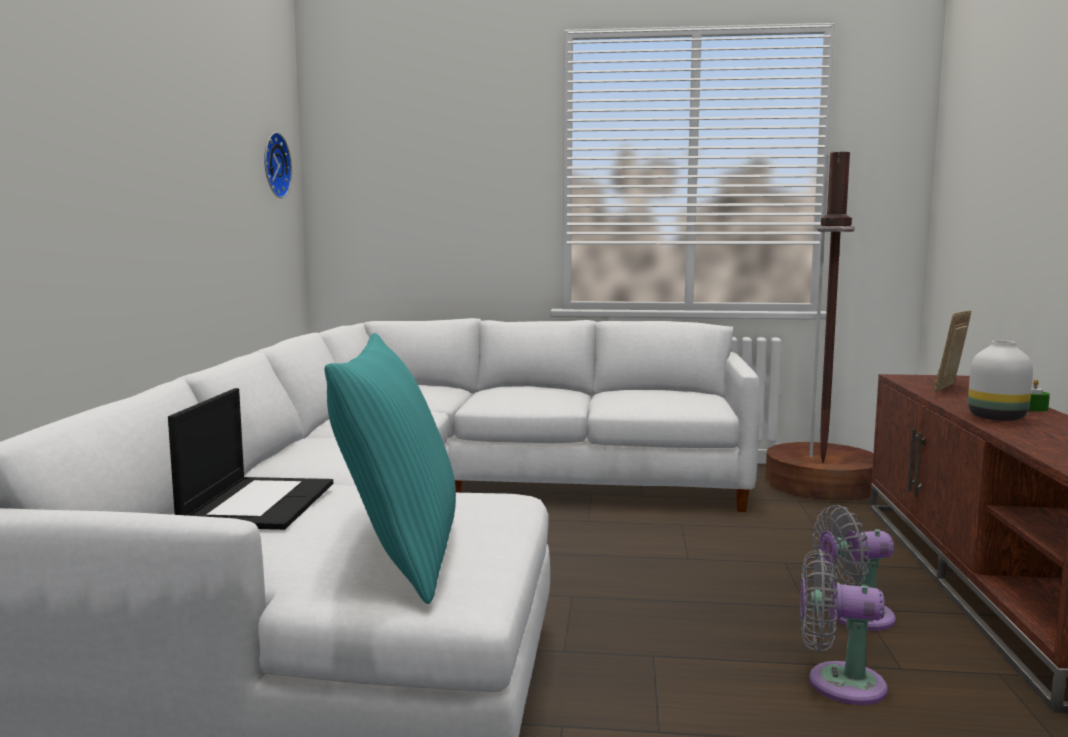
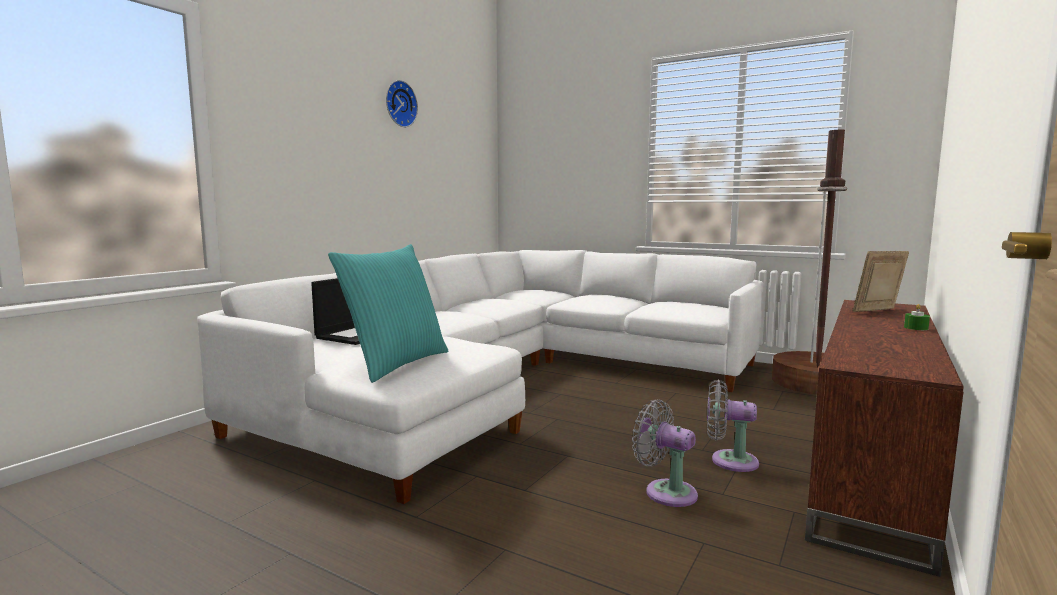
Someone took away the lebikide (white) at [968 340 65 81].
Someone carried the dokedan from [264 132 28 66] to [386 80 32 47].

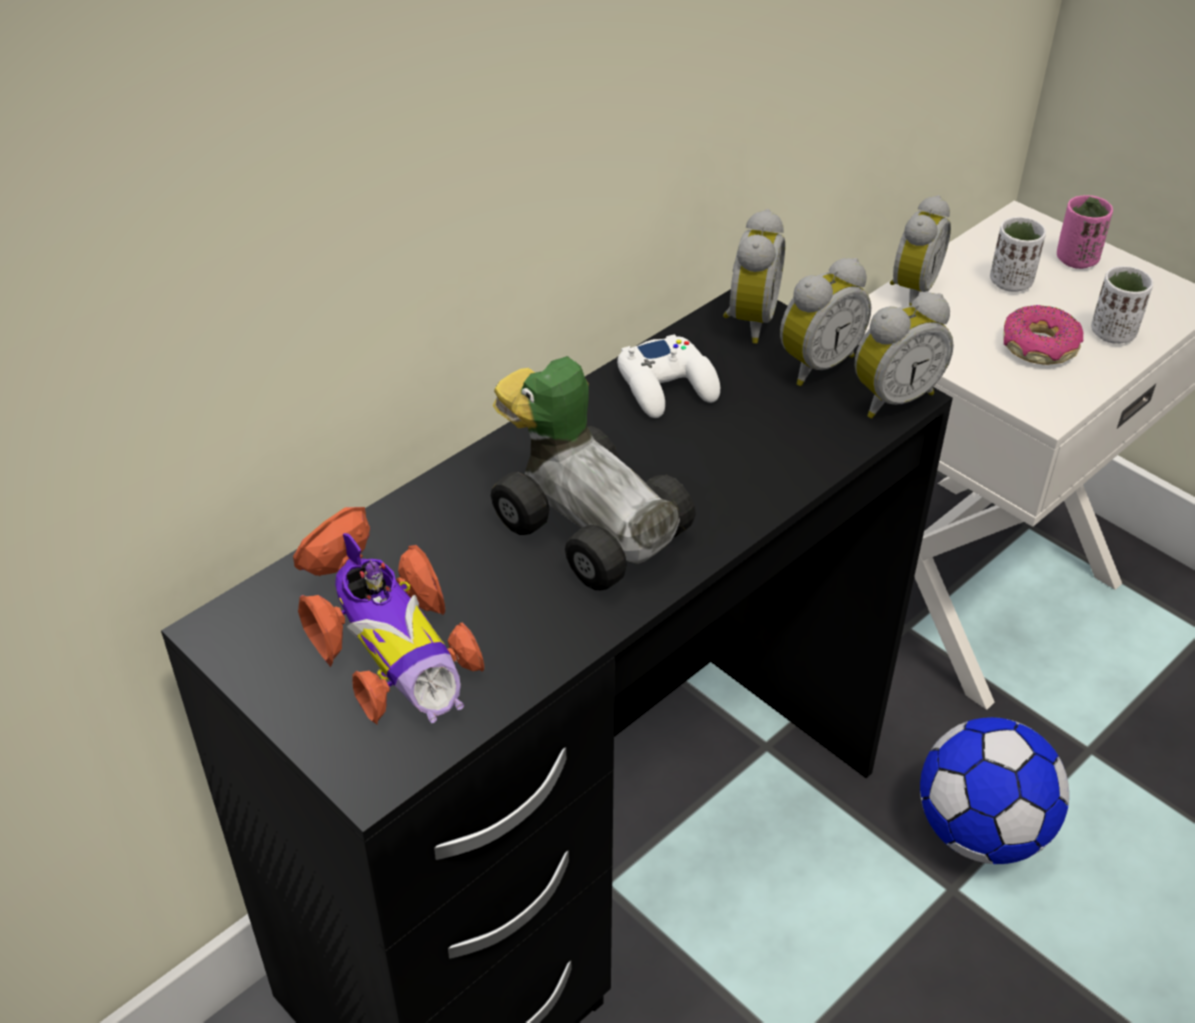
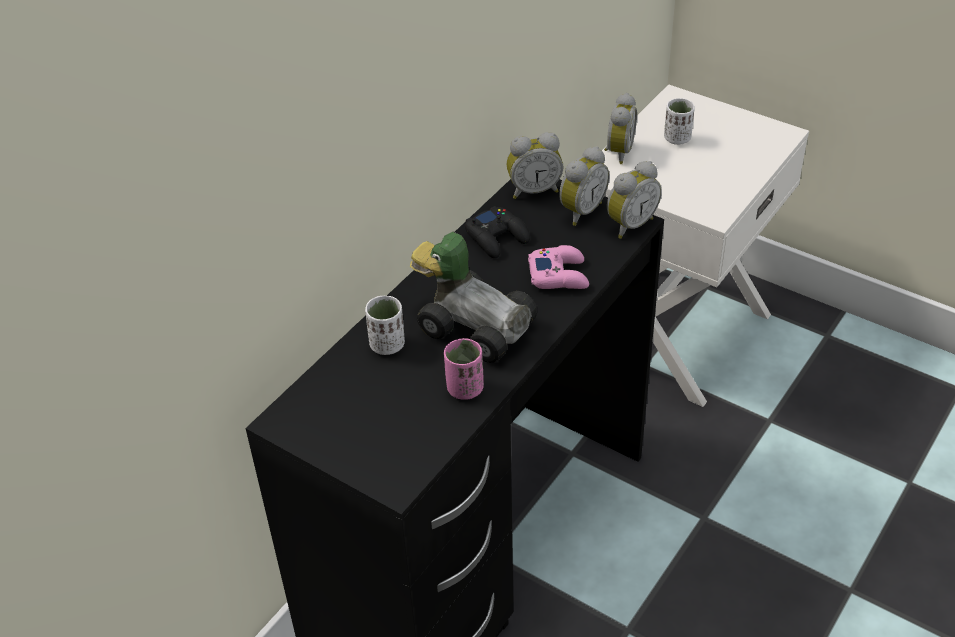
Someone took away the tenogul at [293 507 191 217].
Someone took away the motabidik at [920 717 149 147].
Someone took away the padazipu at [1004 305 79 60].
Someone put down the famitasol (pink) at [528 245 61 44].
Someone carried the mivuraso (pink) from [1057 195 56 74] to [444 338 40 62].
Someone carried the mivuraso (white) from [1091 266 62 78] to [365 296 40 59].
Someone repainted the famitasol (white) at [617 334 103 84], which became the famitasol (black) at [465 206 65 52].
Someone rotated the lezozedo at [723 209 62 134] by 75 degrees clockwise.

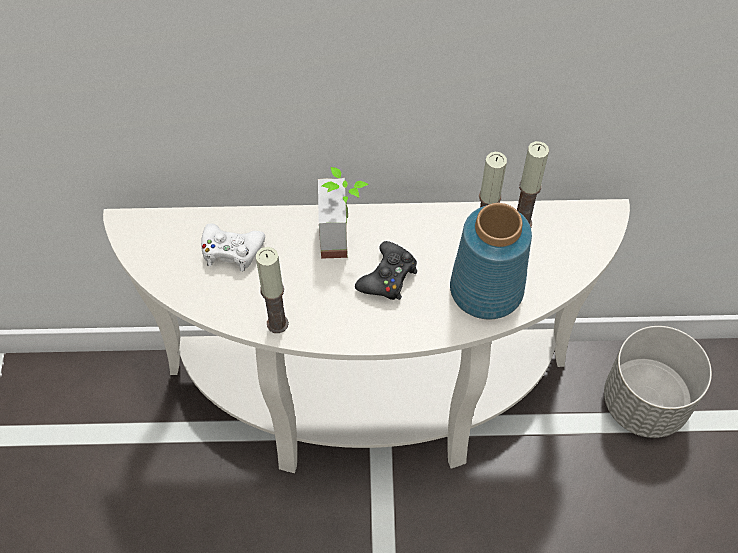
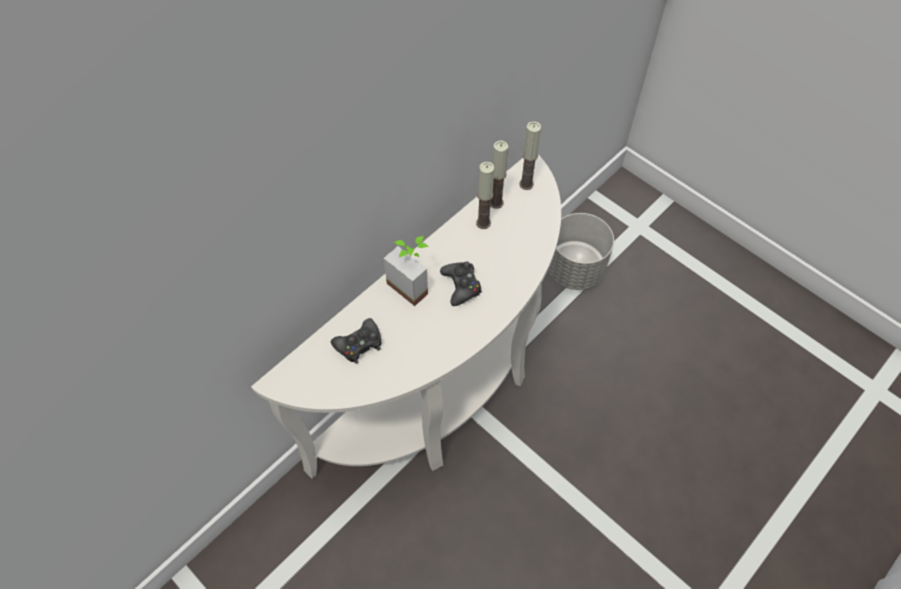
Someone took away the lebikide (blue) at [450 203 82 116].
Someone carried the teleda from [256 247 33 86] to [520 121 21 69].
Someone repainted the famitasol (white) at [201 224 64 47], which became the famitasol (black) at [331 318 50 46].

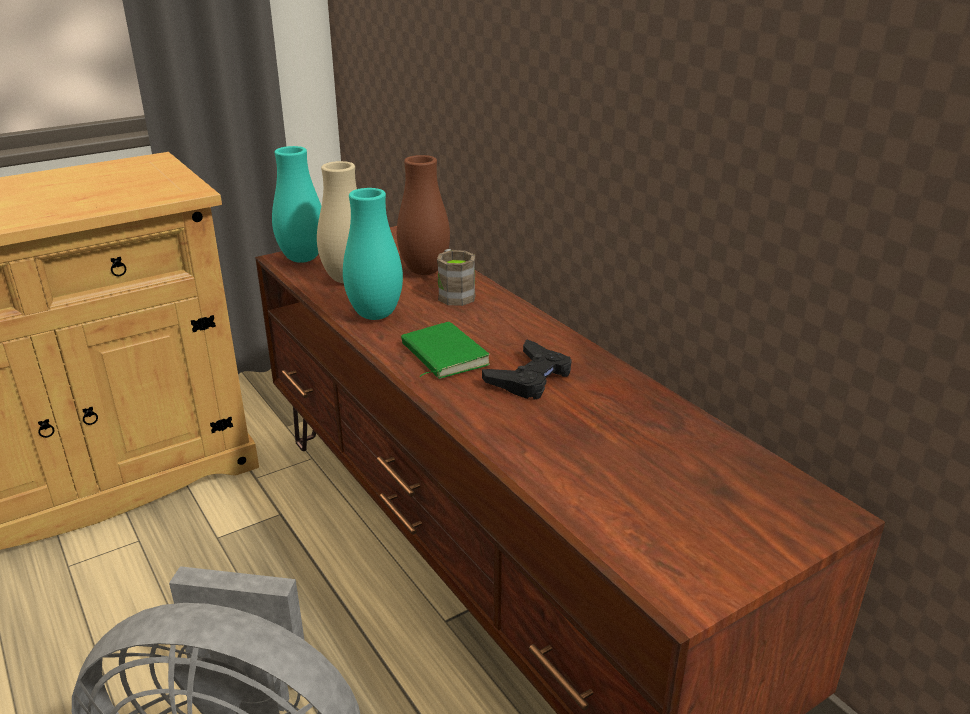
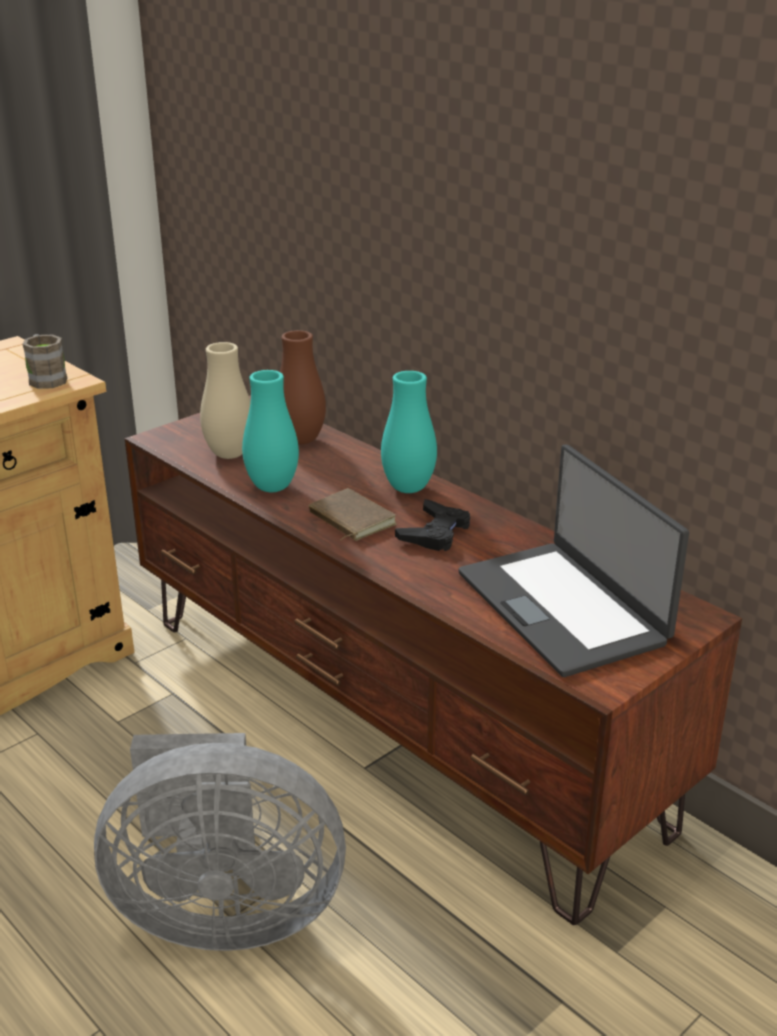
Someone put down the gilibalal at [458 445 231 232].
Someone carried the lebikide (turquoise) from [272 146 49 117] to [381 371 56 122].
Someone carried the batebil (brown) from [437 249 39 57] to [22 334 45 55].
Someone repainted the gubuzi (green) at [401 322 89 57], which became the gubuzi (brown) at [309 488 87 53].

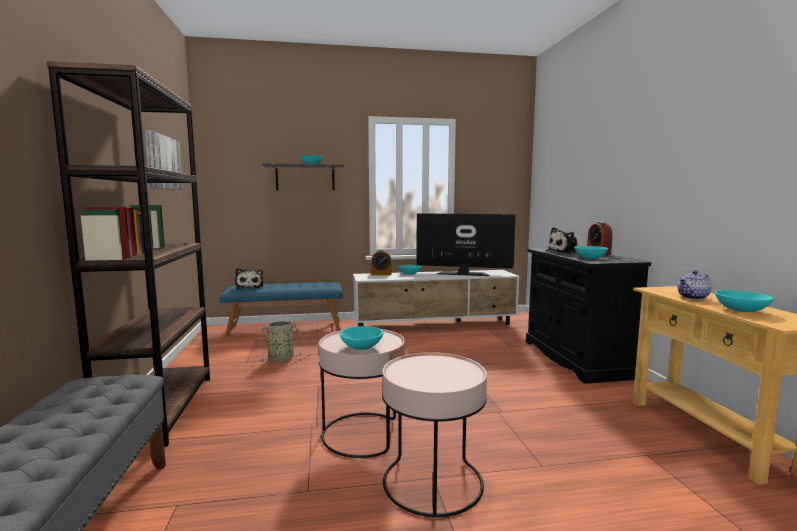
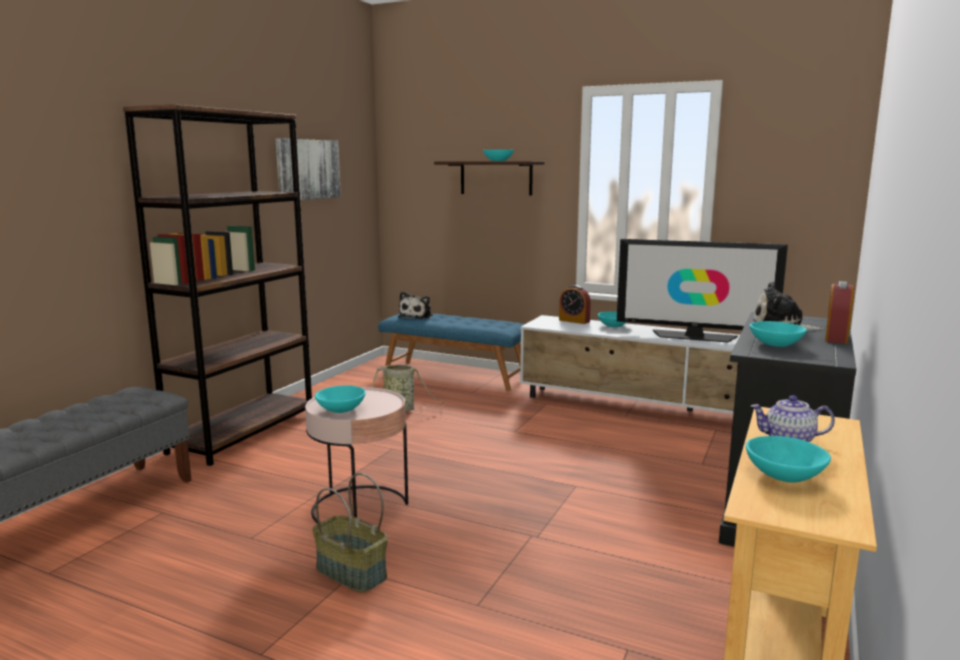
Someone swapped the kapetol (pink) at [382 352 105 166] for the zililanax at [312 473 76 119].
Someone rotated the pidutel at [416 213 100 63] by 150 degrees clockwise.

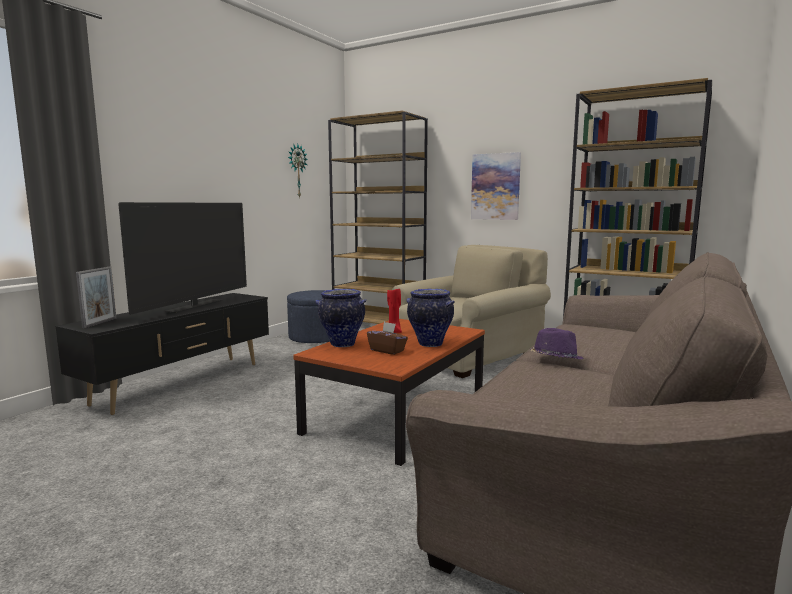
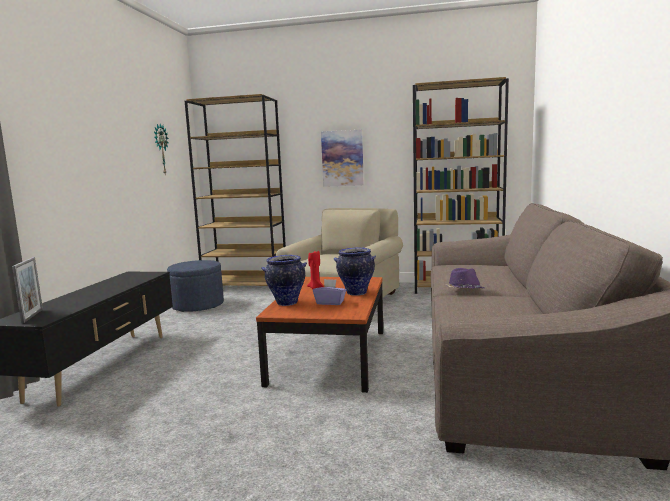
Someone took away the pidutel at [118 202 129 112].
Someone repainted the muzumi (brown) at [367 322 41 33], which became the muzumi (purple) at [313 279 33 26].

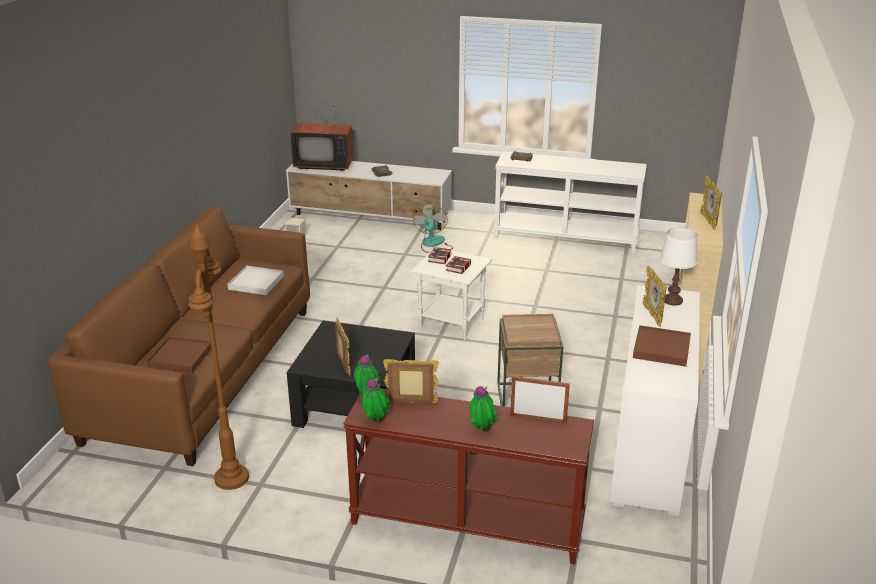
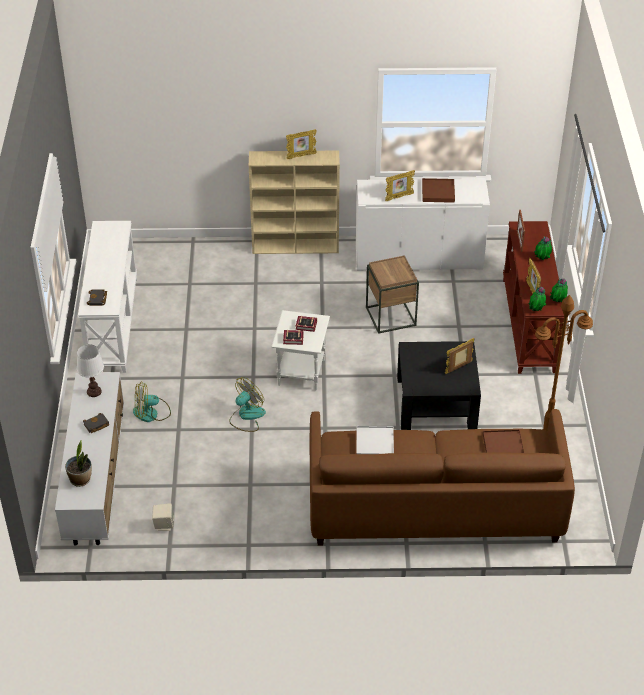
Someone put down the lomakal at [229 377 37 55].
Someone carried the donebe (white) from [660 227 37 79] to [77 344 27 53].
Someone swapped the pidutel at [290 103 64 68] for the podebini at [65 440 27 47].

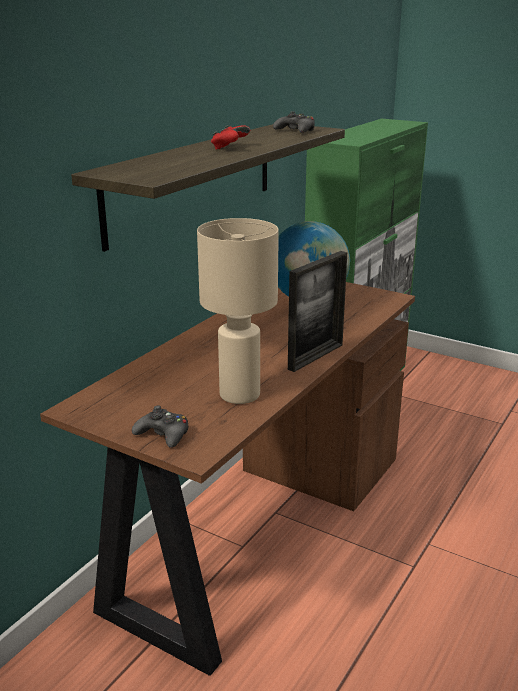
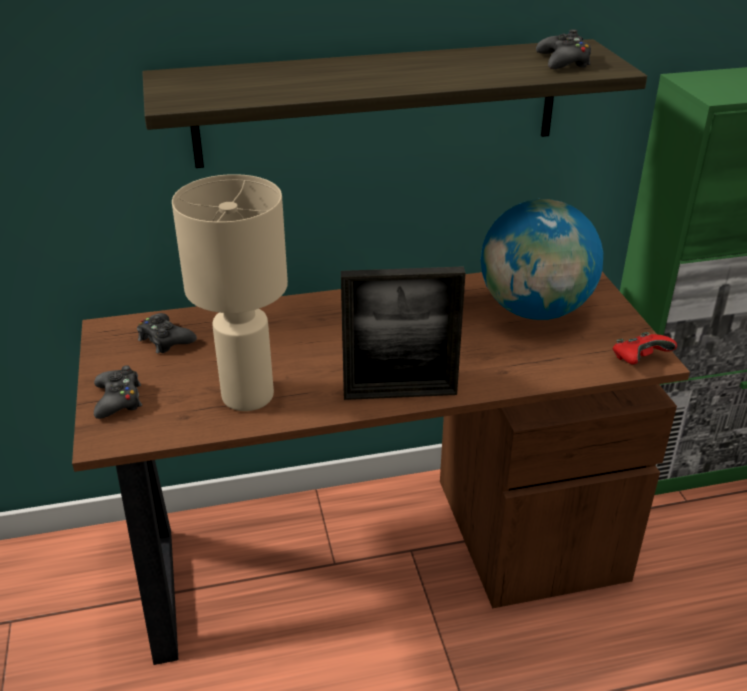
Someone put down the famitasol (black) at [137 313 60 41].
Someone carried the famitasol (red) from [211 125 39 25] to [612 332 65 32].

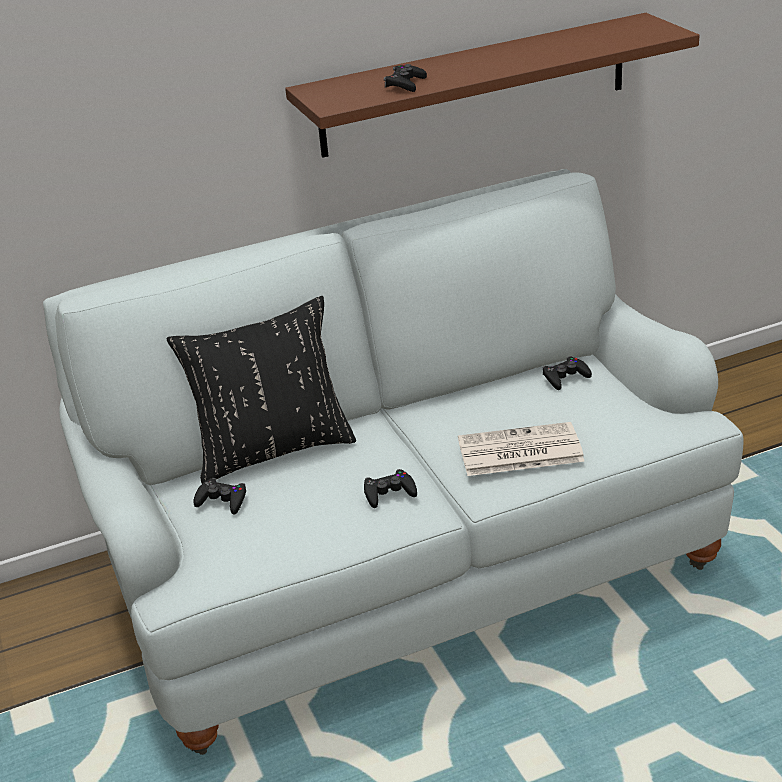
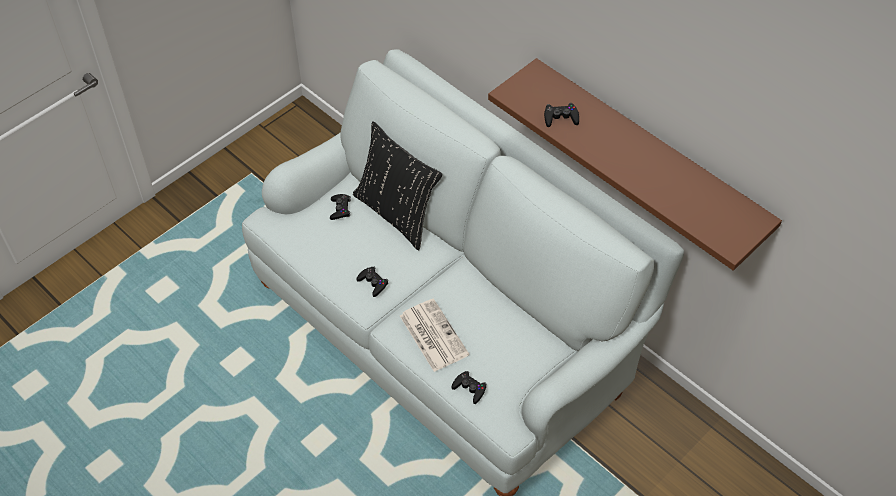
Someone carried the famitasol (black) from [543 357 49 33] to [451 371 35 33].

